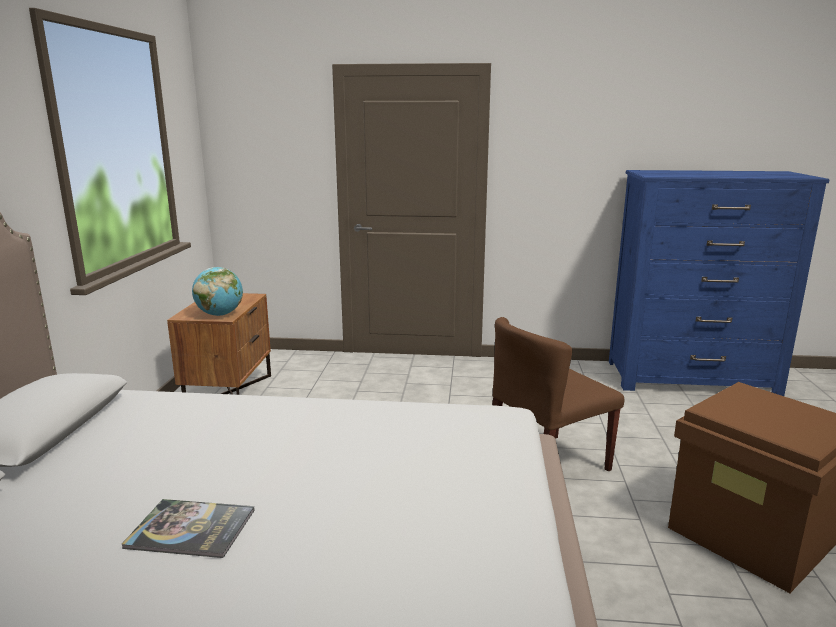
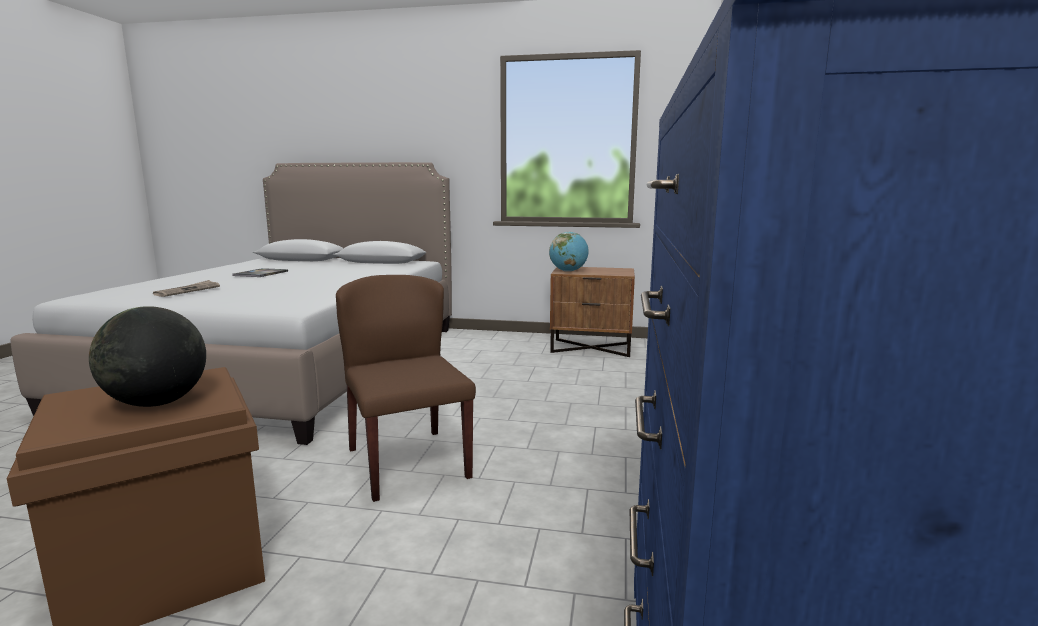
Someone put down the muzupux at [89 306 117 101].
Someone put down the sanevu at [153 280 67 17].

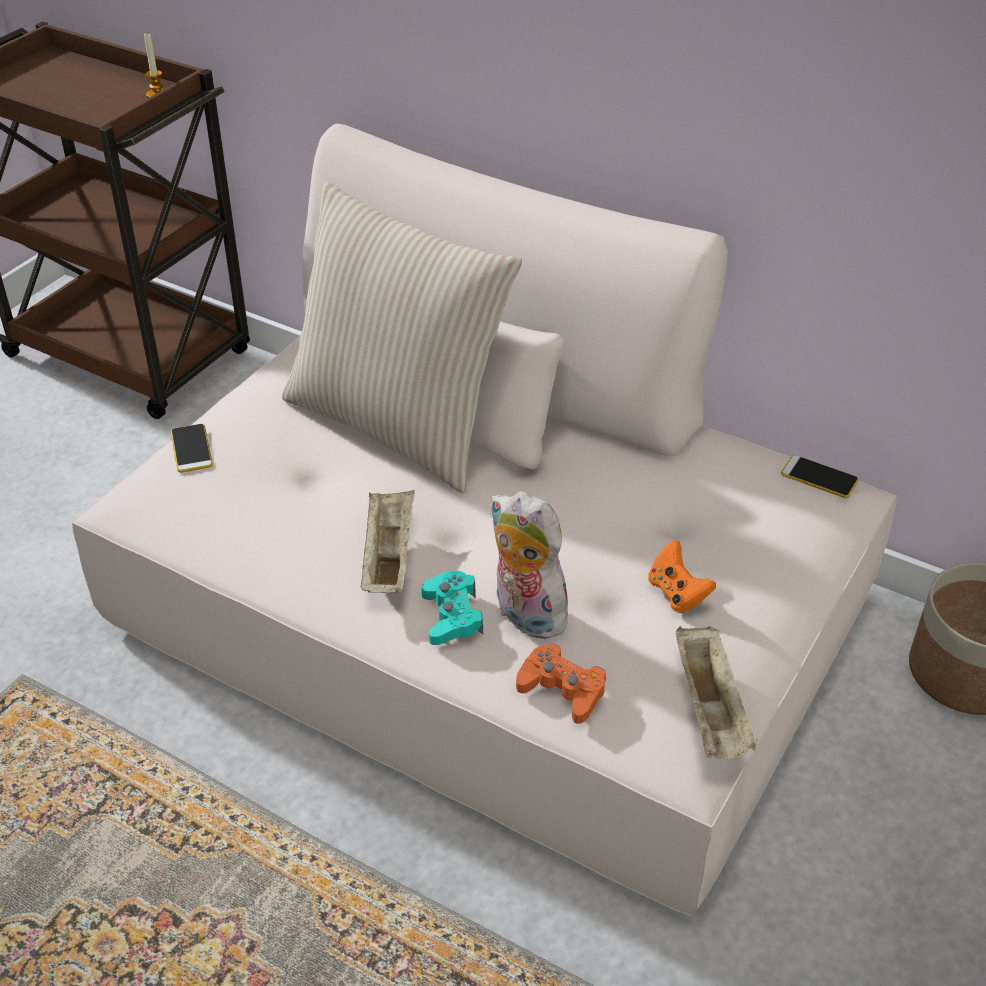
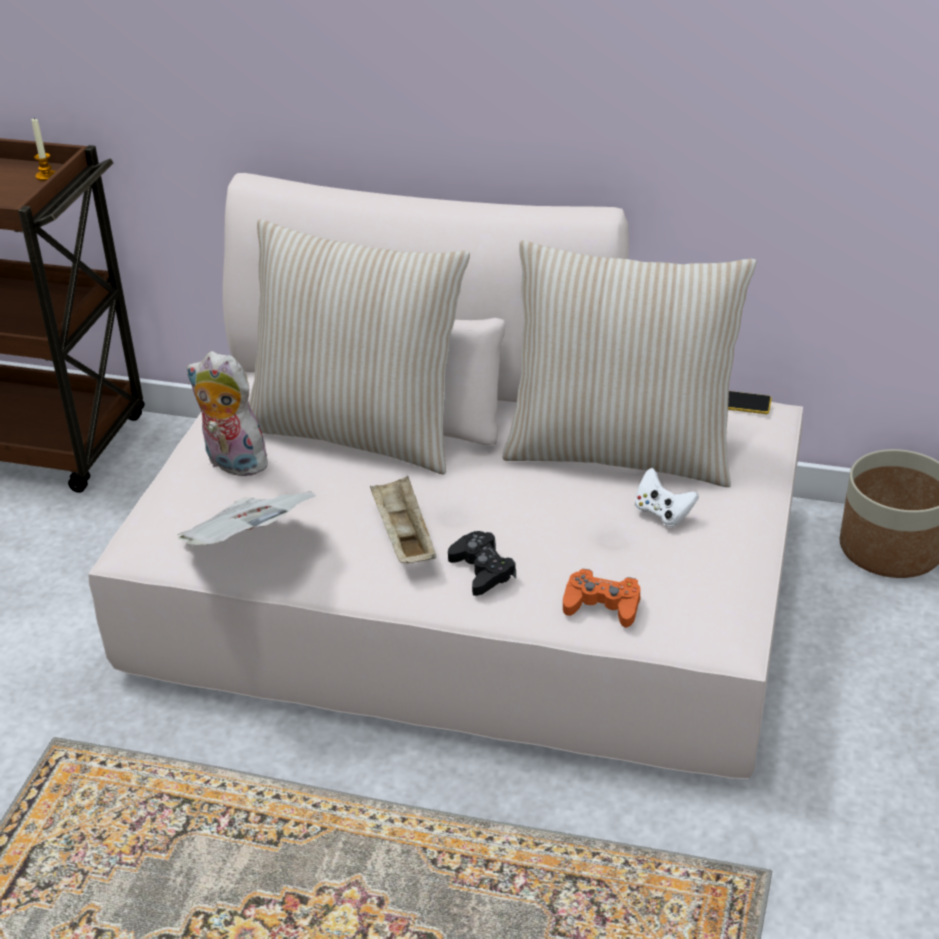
Someone took away the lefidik at [171 424 42 49].
Someone took away the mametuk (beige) at [675 626 83 133].
Someone put down the sanevu at [177 491 140 54].
Someone put down the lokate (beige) at [502 241 254 246].
Someone carried the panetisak from [490 491 80 148] to [187 351 86 125].
Someone repainted the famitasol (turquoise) at [422 571 61 74], which became the famitasol (black) at [448 531 68 65].
Someone repainted the famitasol (orange) at [648 540 68 73], which became the famitasol (white) at [635 468 64 59].

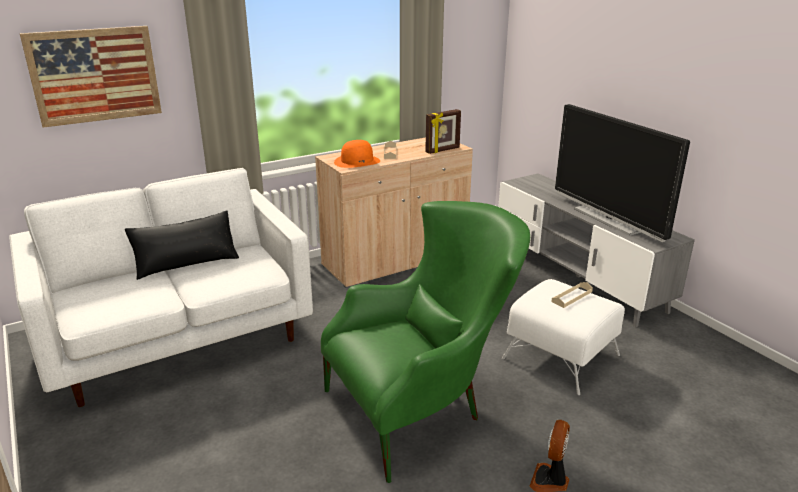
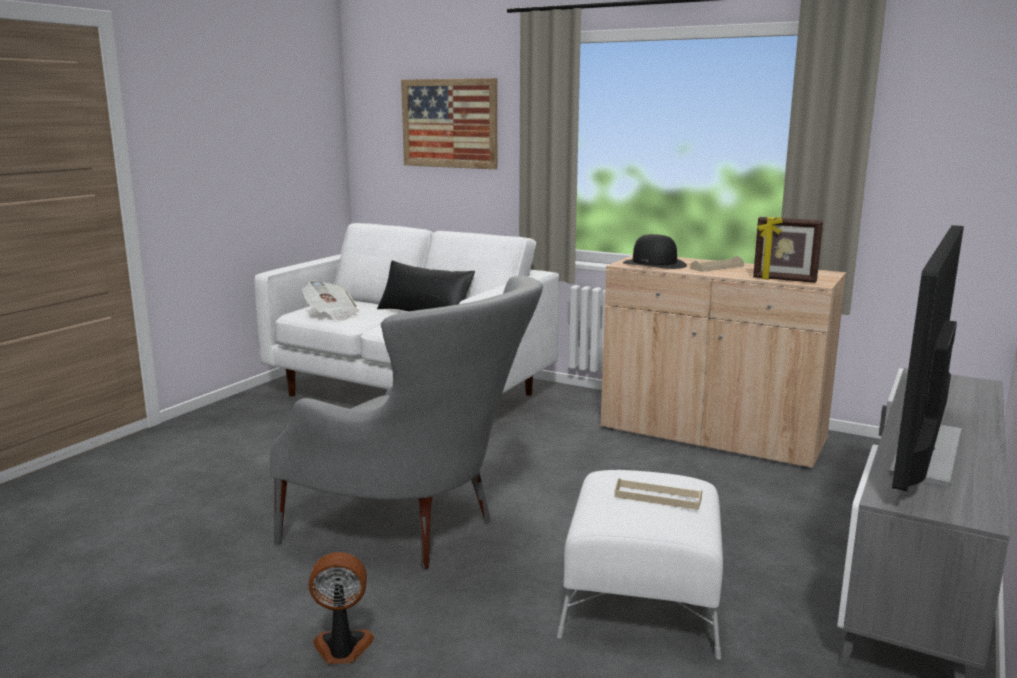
Someone put down the sanevu at [302 280 57 41].
Someone repainted the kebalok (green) at [321 201 209 282], which became the kebalok (grey) at [270 276 273 293].
Someone repainted the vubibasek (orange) at [334 140 46 28], which became the vubibasek (black) at [623 234 64 35].

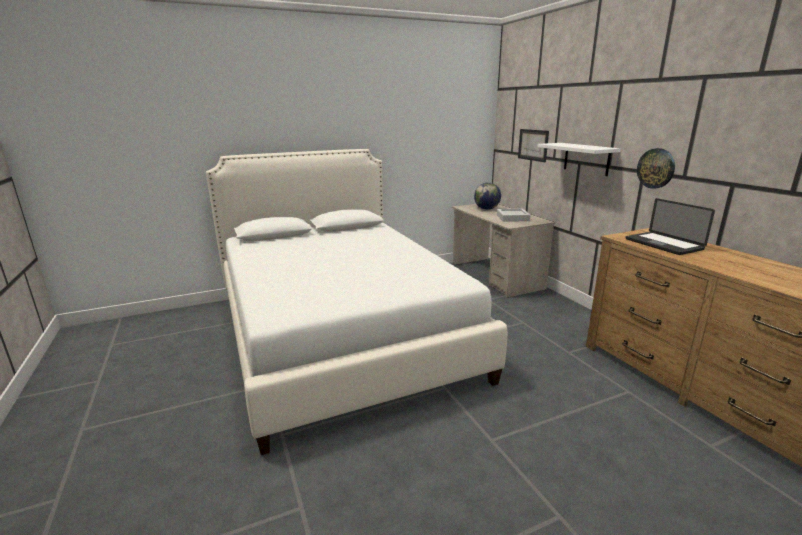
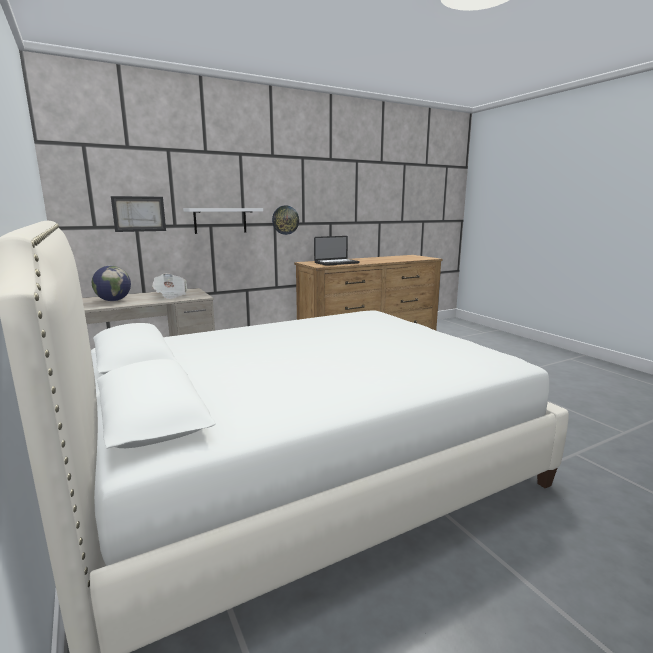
Someone swapped the mametuk (grey) at [497 209 33 13] for the sanevu at [152 273 35 26].

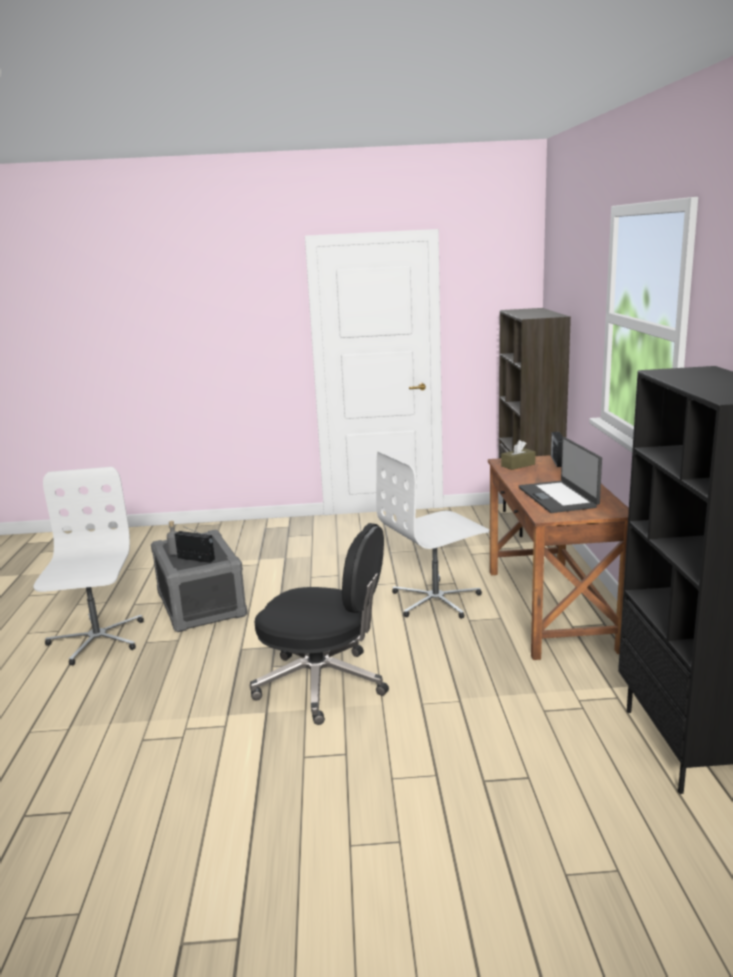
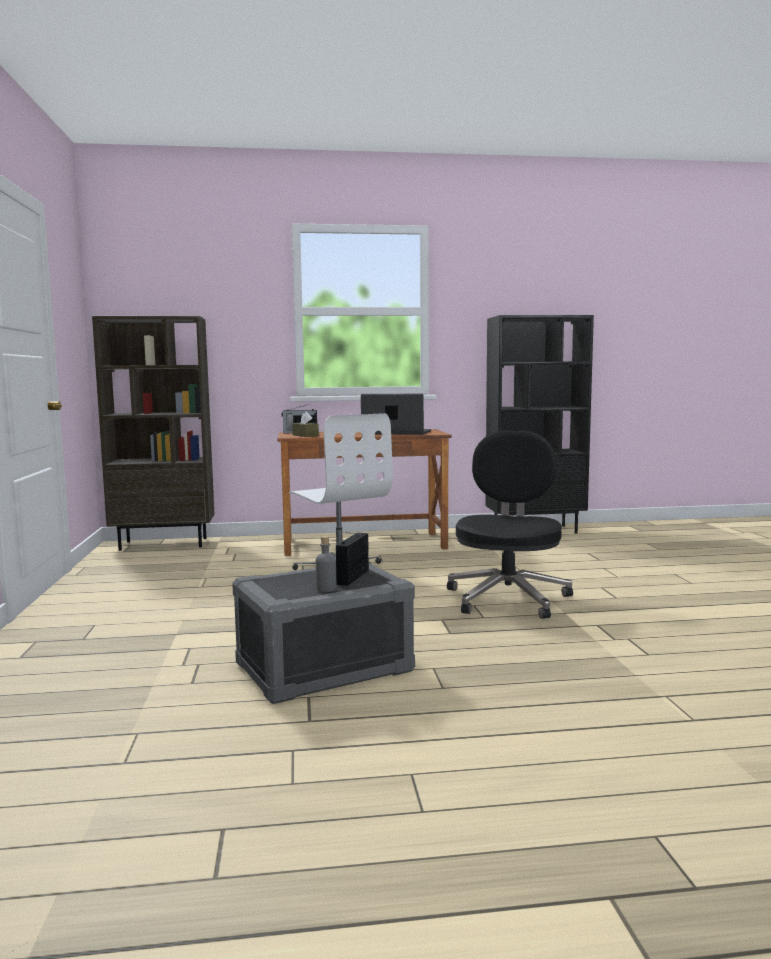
Someone took away the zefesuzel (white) at [33 467 111 199].
Someone rotated the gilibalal at [519 437 83 76] by 150 degrees counterclockwise.

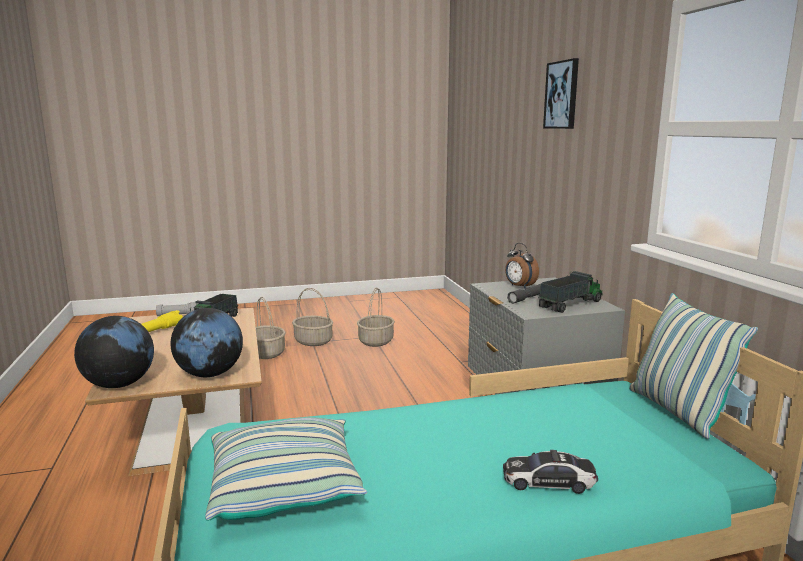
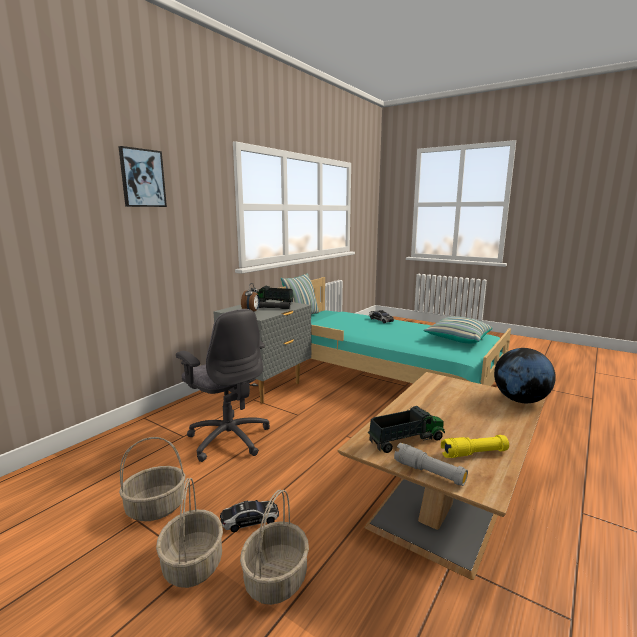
Someone took away the muzupux at [171 308 72 69].
Someone put down the zefesuzel (grey) at [176 309 94 153].
Someone put down the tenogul at [220 500 59 32].

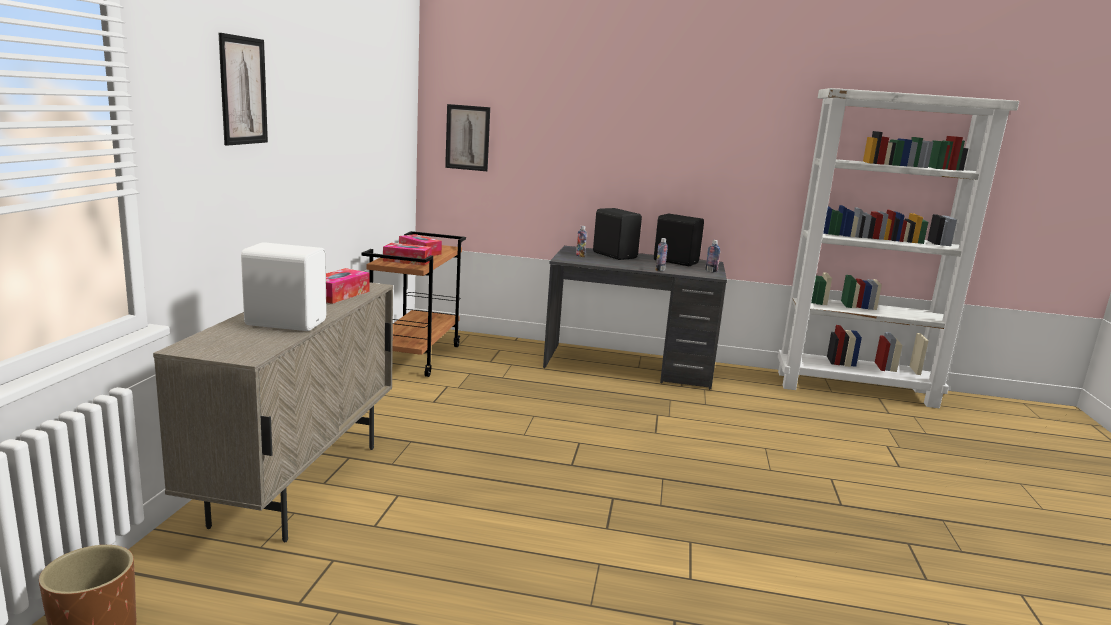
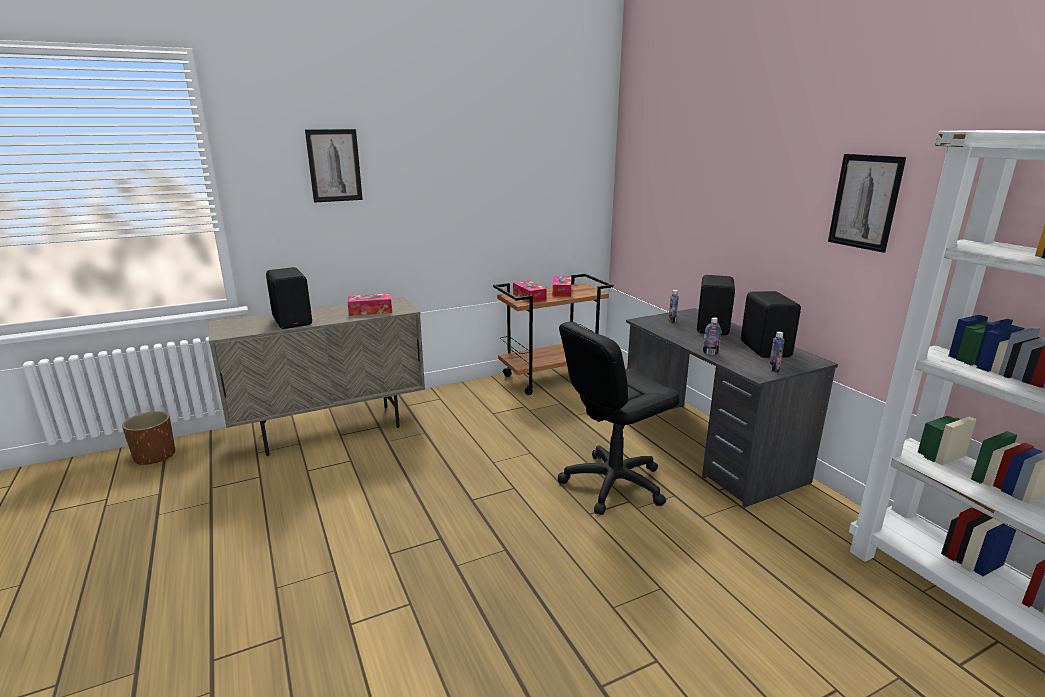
Someone put down the zefesuzel (black) at [558 322 122 193].
Someone carried the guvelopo from [445 104 45 67] to [828 154 78 99].
Someone repainted the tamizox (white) at [241 242 86 89], which became the tamizox (black) at [266 267 46 62].

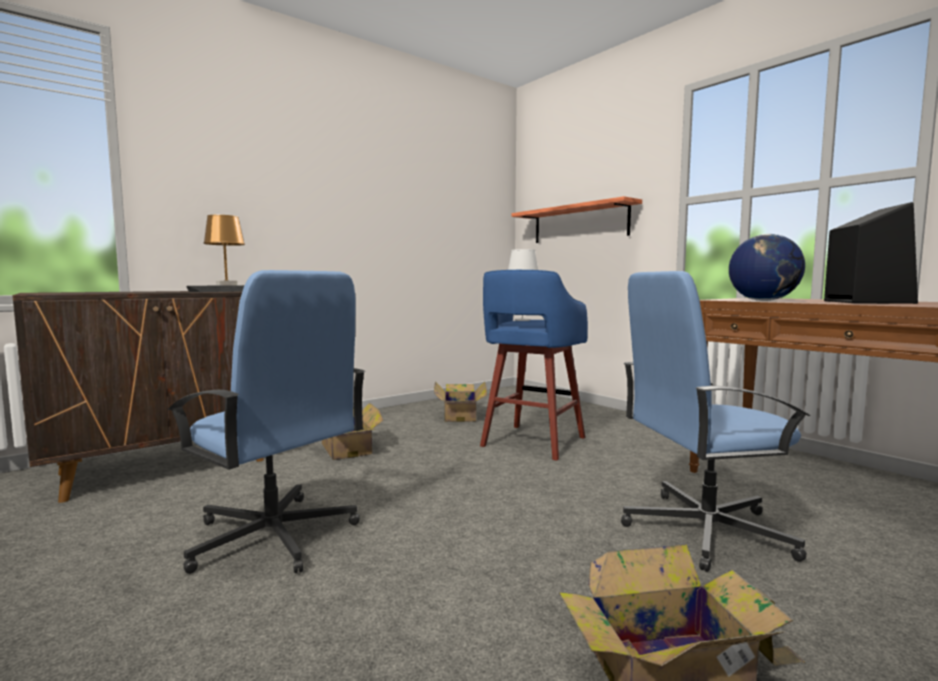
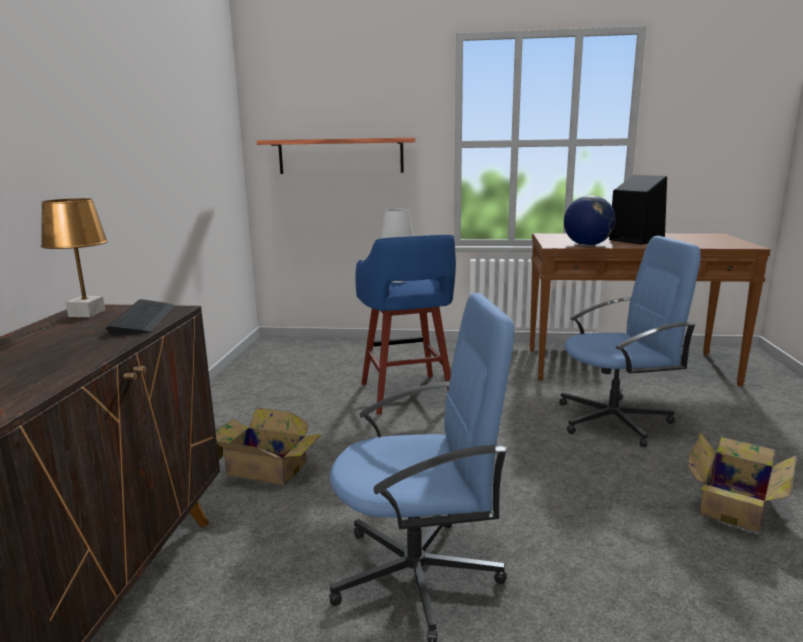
Someone took away the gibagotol at [434 381 53 41].
Someone rotated the zefesuzel (blue) at [621 271 189 301] by 135 degrees counterclockwise.

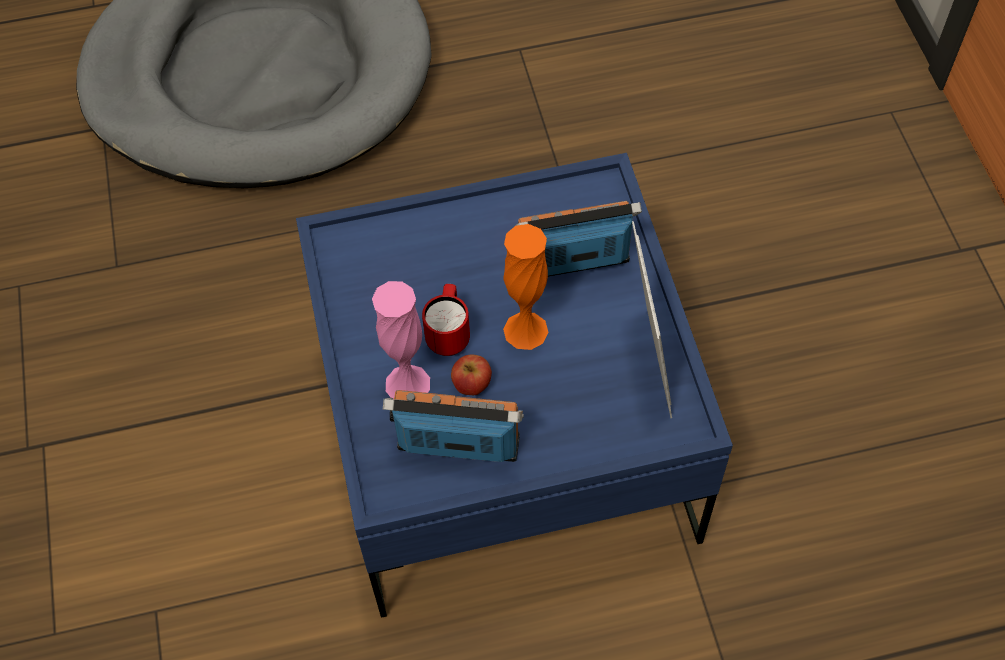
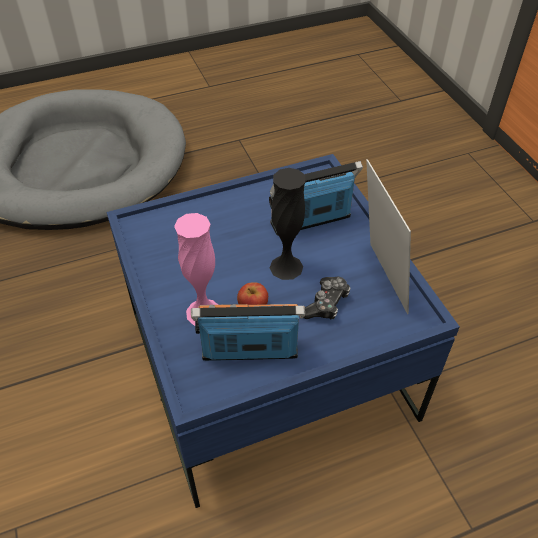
Someone took away the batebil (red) at [422 284 48 72].
Someone put down the famitasol at [304 277 47 42].
Someone repainted the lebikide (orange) at [503 224 46 126], which became the lebikide (black) at [270 168 35 112].

